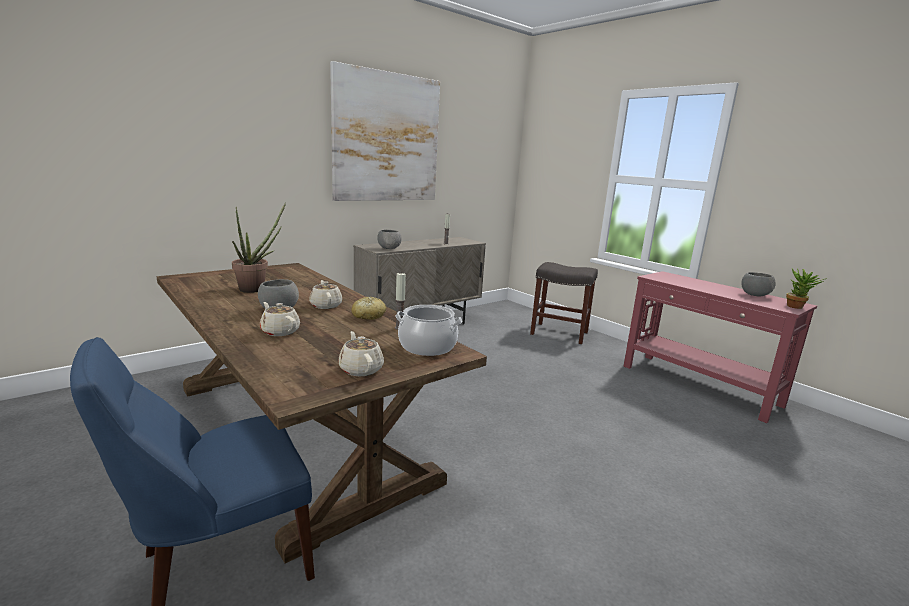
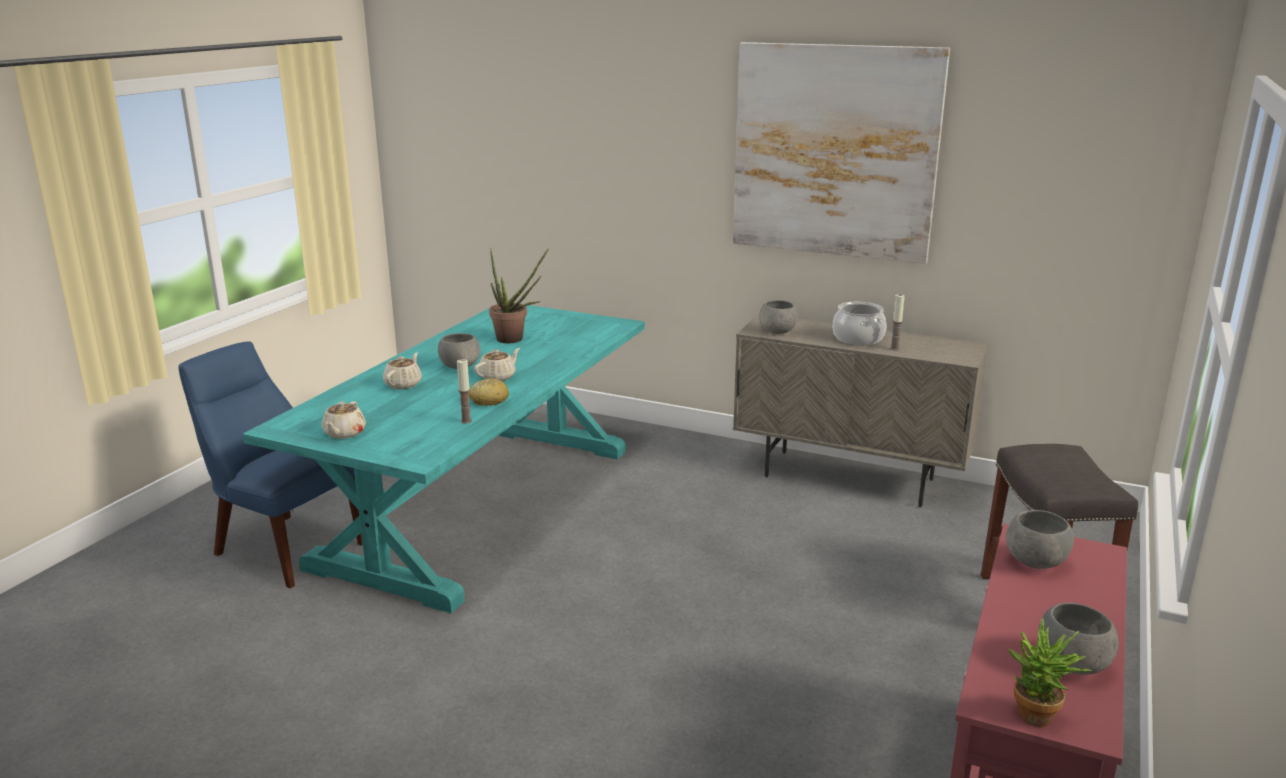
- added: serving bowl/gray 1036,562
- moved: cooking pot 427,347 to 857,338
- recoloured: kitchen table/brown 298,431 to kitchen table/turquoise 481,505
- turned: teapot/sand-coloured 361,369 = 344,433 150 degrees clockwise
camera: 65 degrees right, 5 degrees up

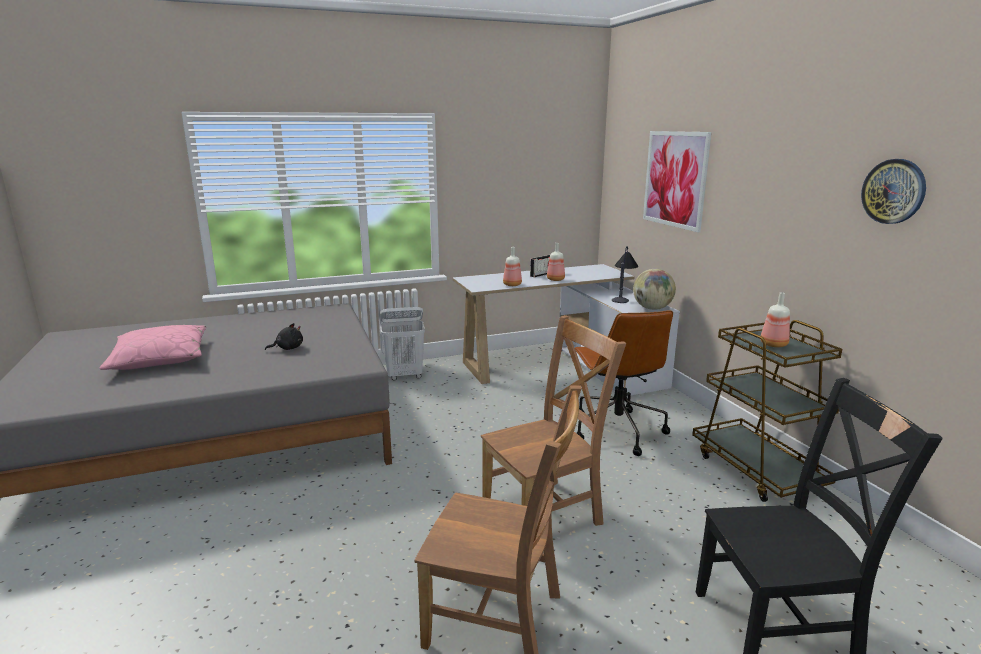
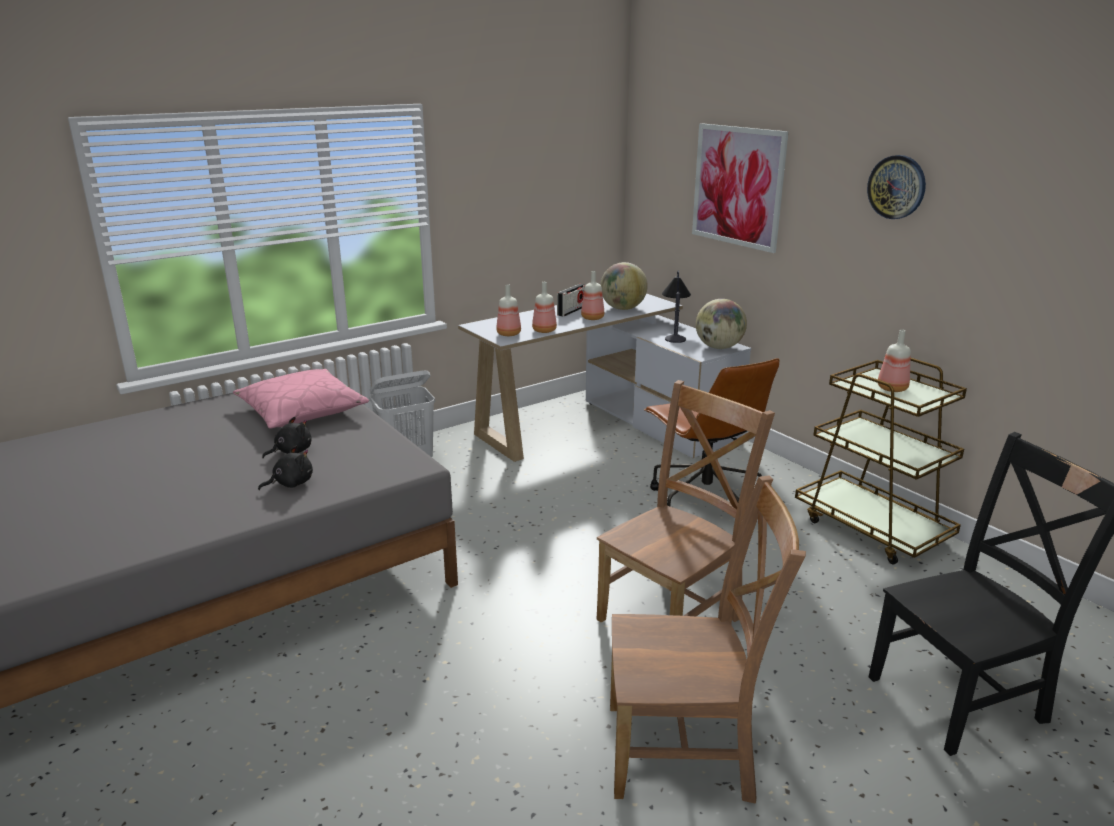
- added: soft toy/black 291,484
- added: beverage bottle 508,334
- added: world globe 622,308
- moved: cushion/pink 160,358 to 302,411
- moved: hanging clock 893,191 to 897,187
camera: 15 degrees left, 5 degrees up

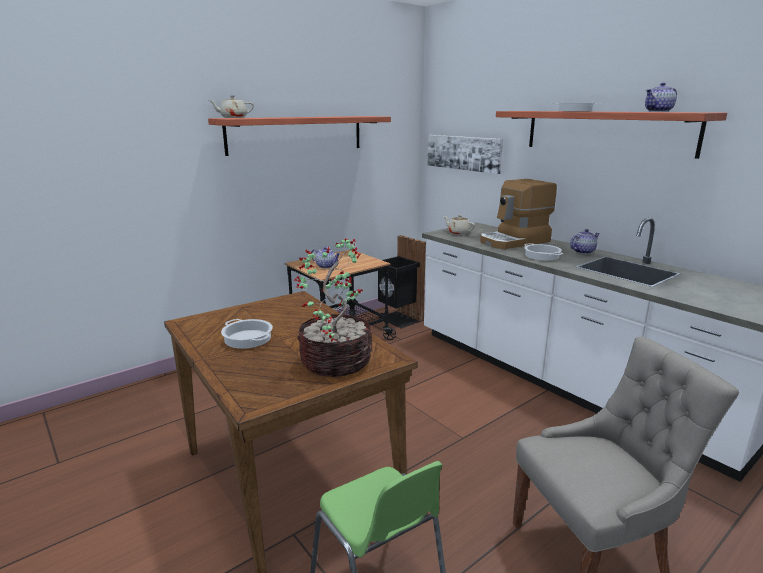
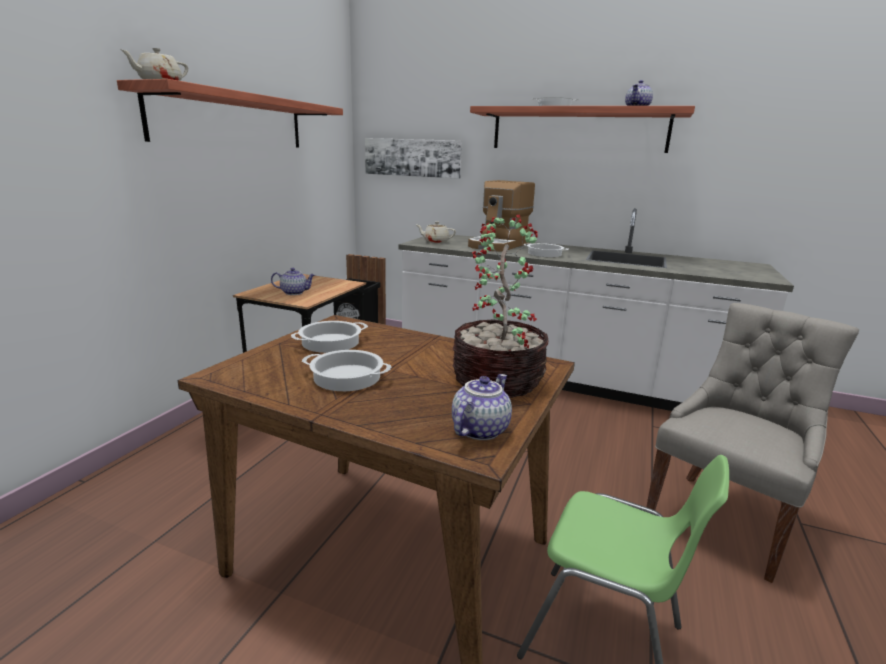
- added: cooking pot 330,343
- moved: teapot 582,251 to 479,429
camera: 30 degrees left, 0 degrees up

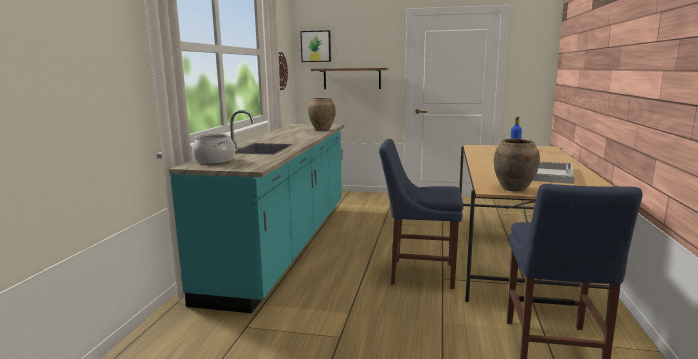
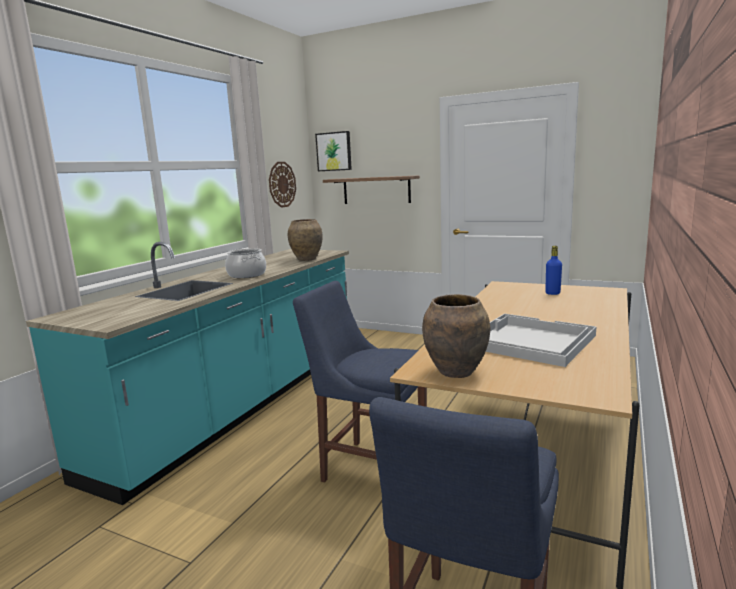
- moved: cooking pot 214,160 to 246,275
camera: 15 degrees right, 0 degrees up

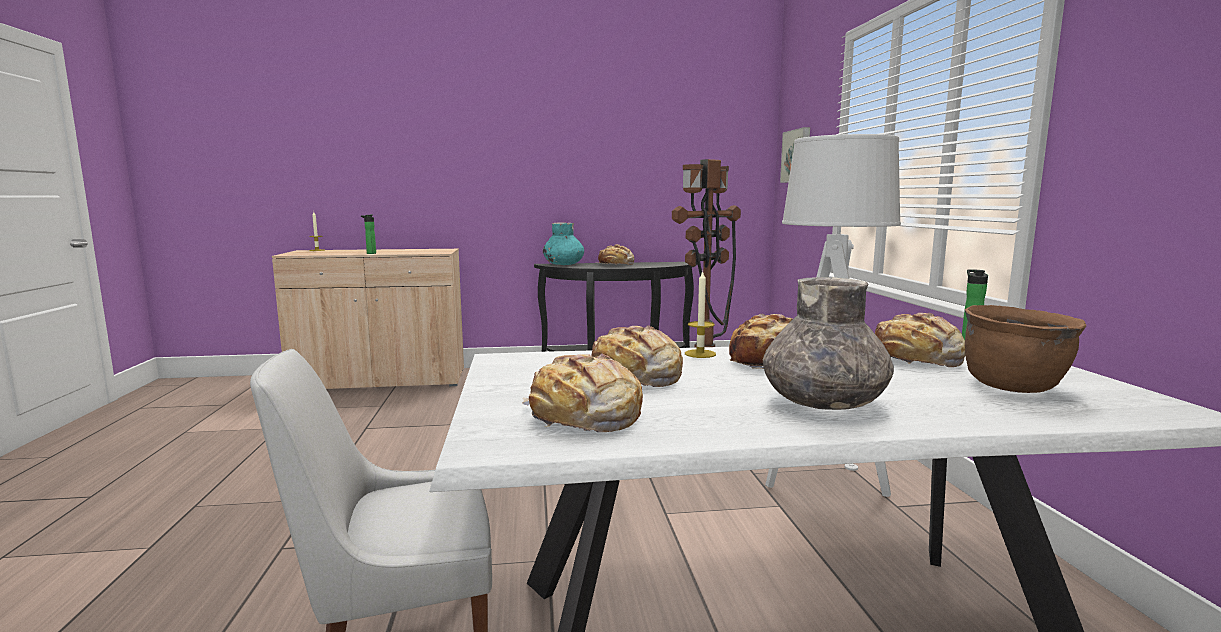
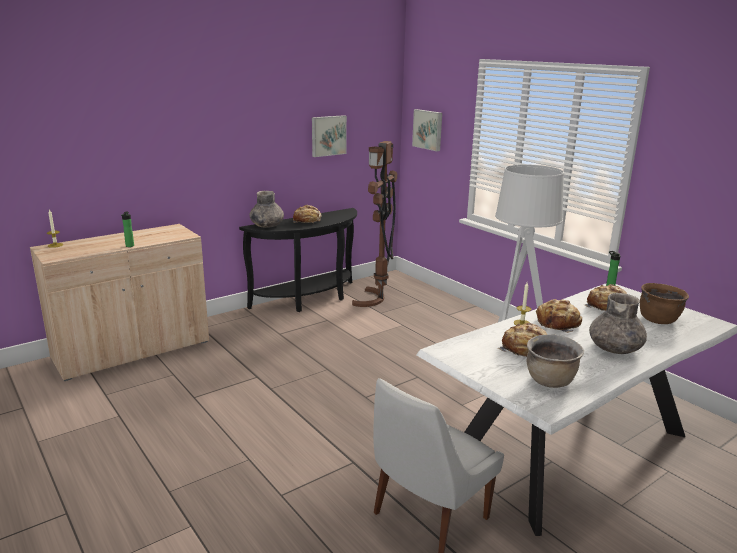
- added: picture 328,135
- replaced: bread 584,416 to cooking pot/brown 550,381
- recoloured: flower vase/turquoise 563,264 to flower vase/gray 267,225
camera: 30 degrees left, 10 degrees up

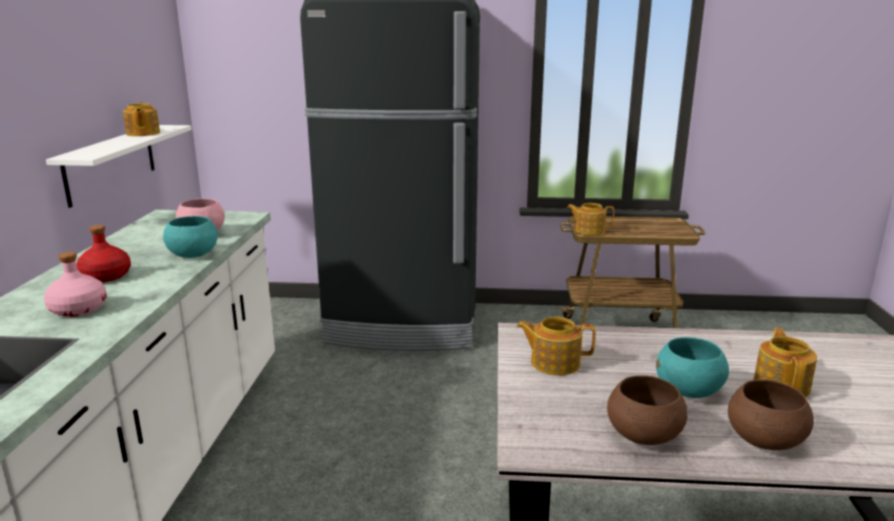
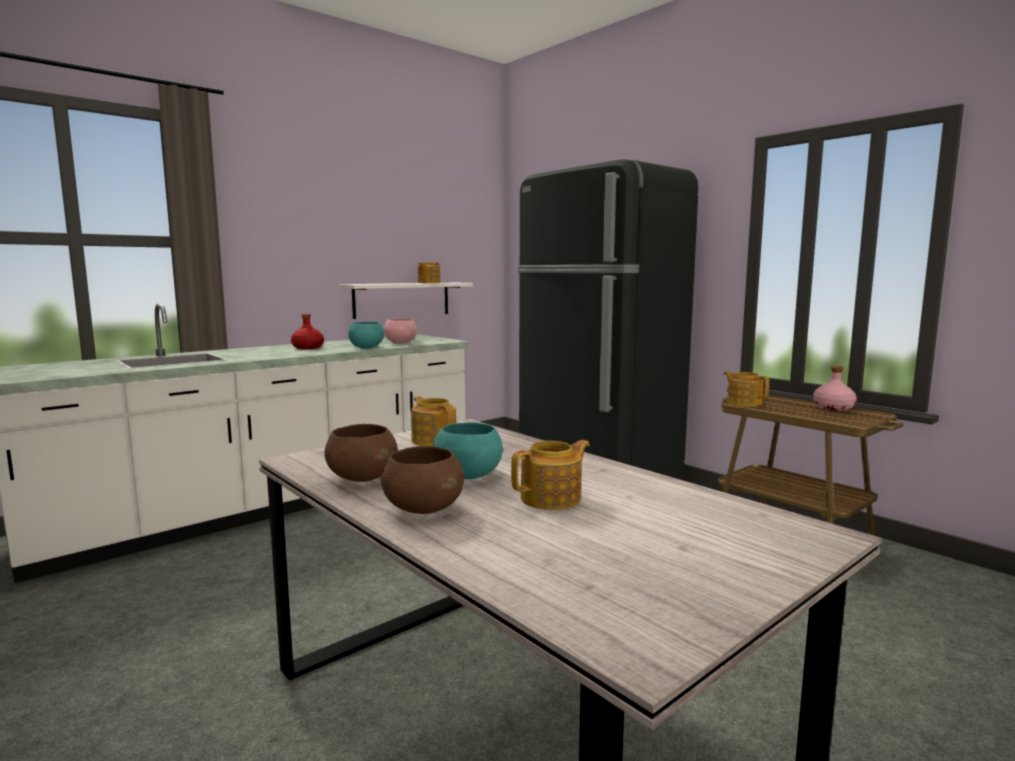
- moved: beverage bottle/pink 77,309 to 832,407
camera: 45 degrees right, 10 degrees down

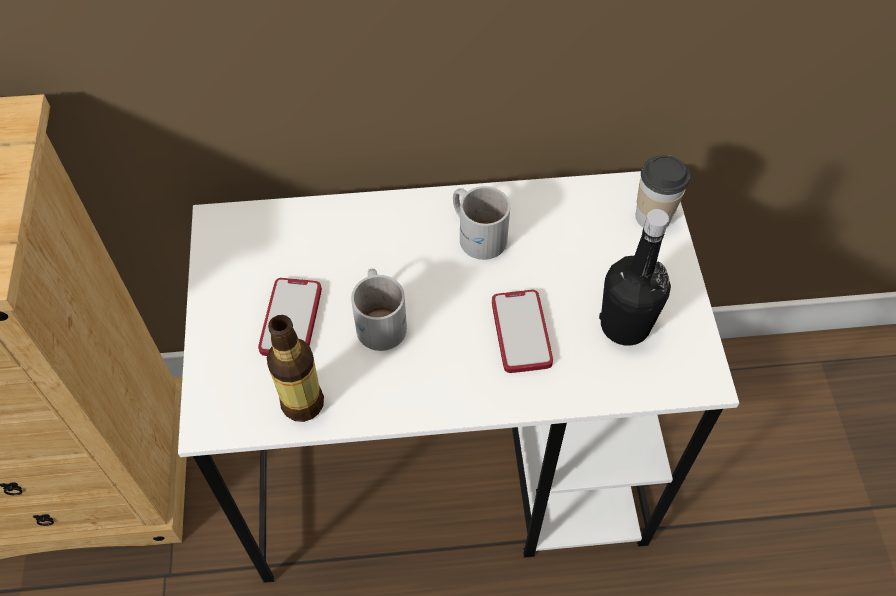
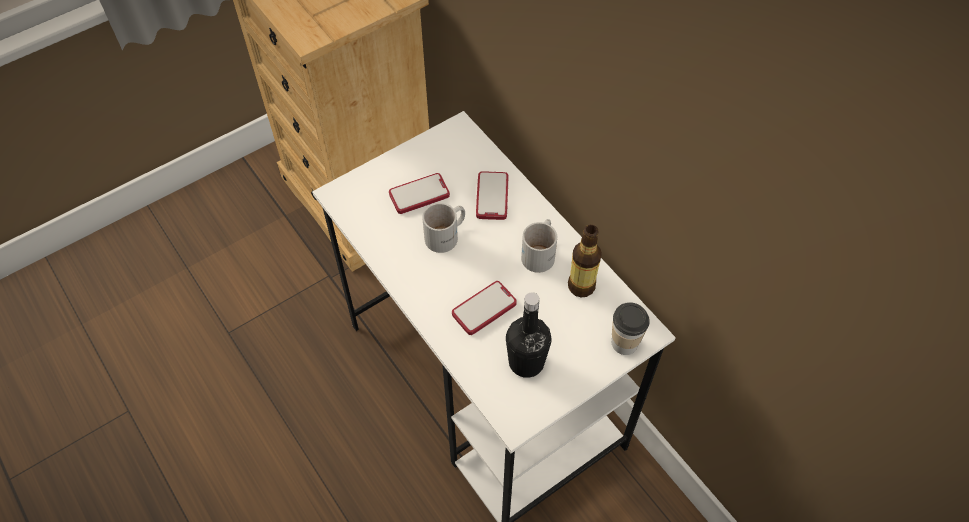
- added: telephone 492,196
- moved: beverage bottle 302,403 to 581,286
camera: 60 degrees right, 0 degrees up

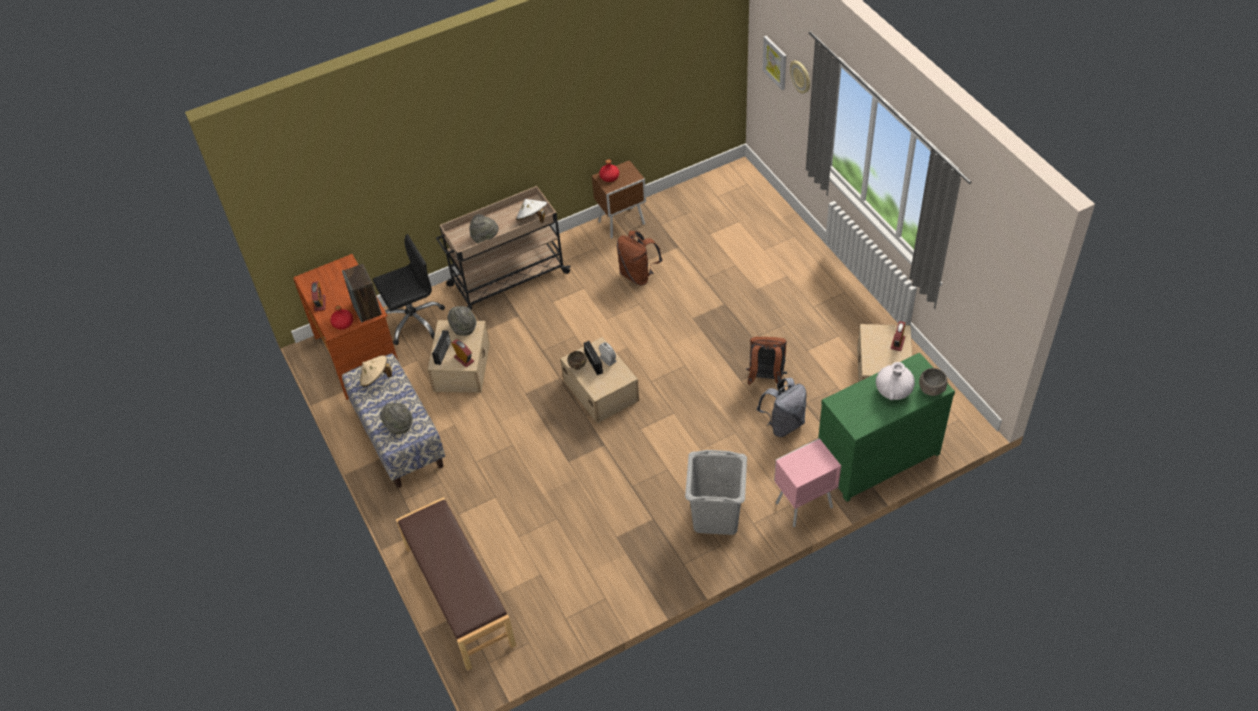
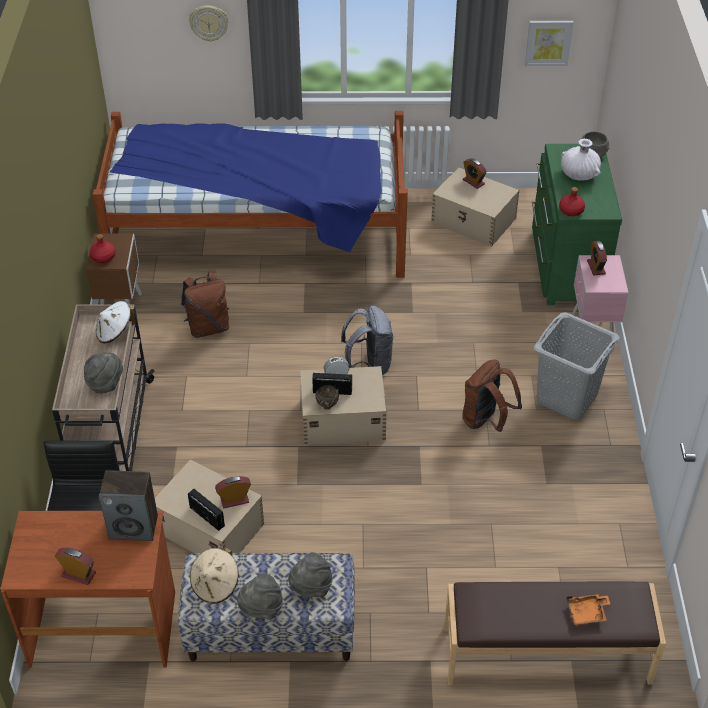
- added: bedroom bed 260,235
- added: tray/orange-coloured 587,613
- added: alarm clock 596,267
- moved: beverage bottle/reddish 343,323 to 571,210
- moved: clothing hat/gray 463,328 to 261,609
- moved: knapsack/brown 765,378 to 486,421
- moved: knapsack/gray 783,424 to 369,364
- moved: picture 775,62 to 548,42
camera: 65 degrees left, 5 degrees down

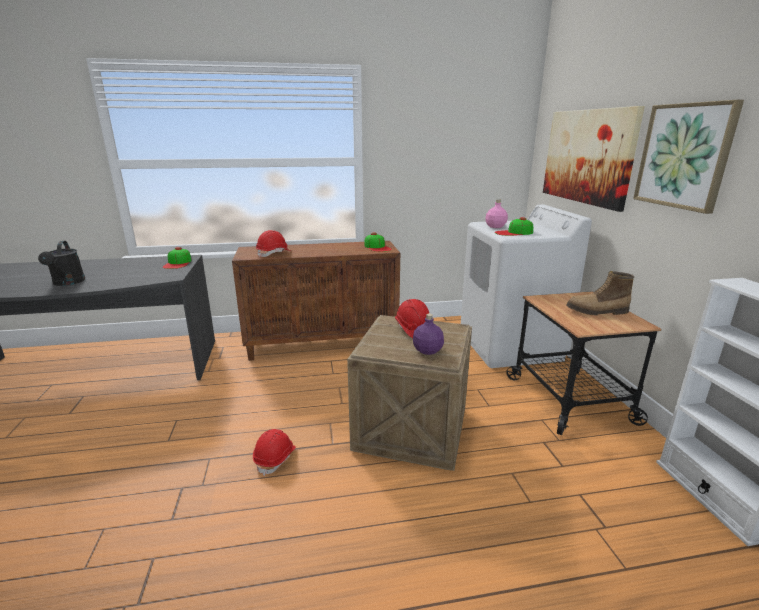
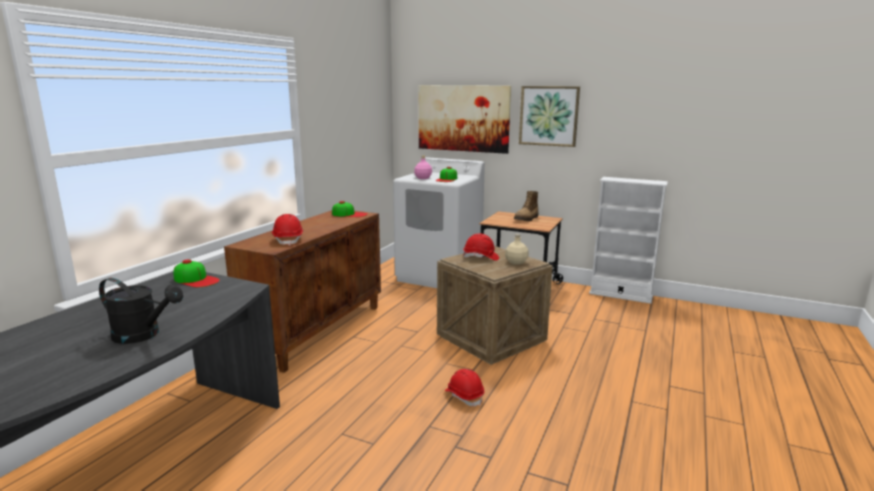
- recoloured: beverage bottle/purple 428,350 to beverage bottle/sand-coloured 516,262
camera: 55 degrees left, 5 degrees down

